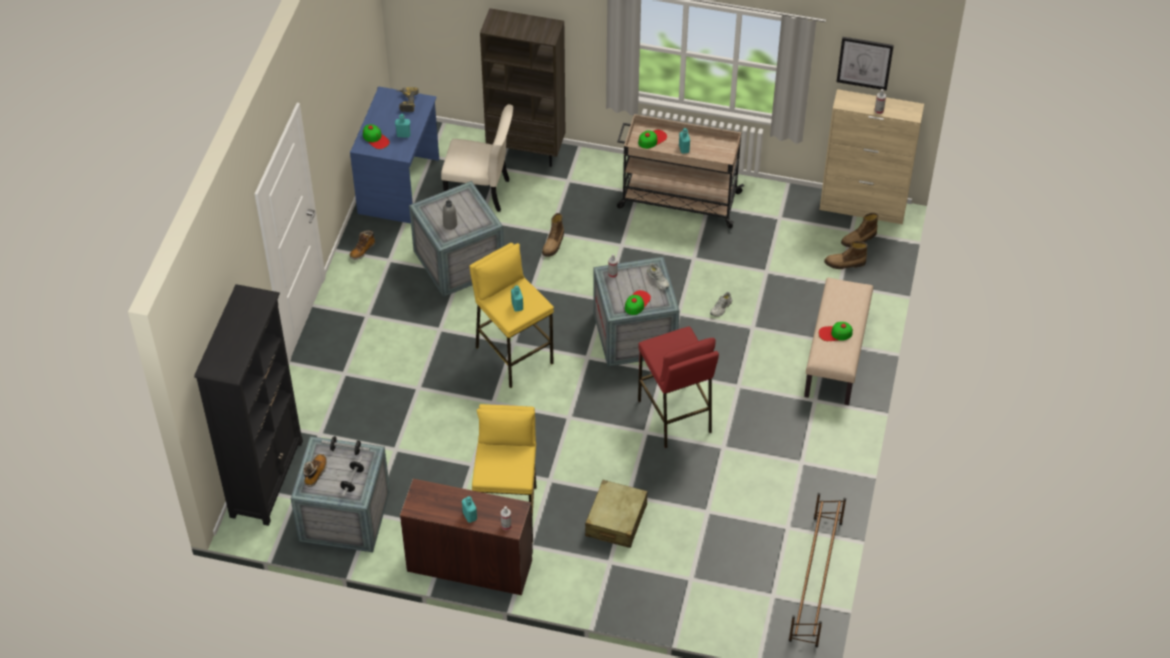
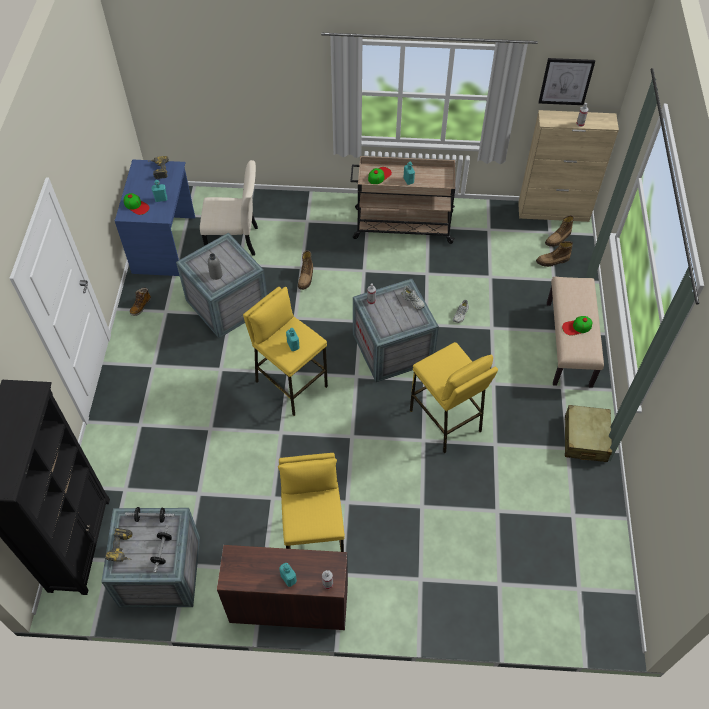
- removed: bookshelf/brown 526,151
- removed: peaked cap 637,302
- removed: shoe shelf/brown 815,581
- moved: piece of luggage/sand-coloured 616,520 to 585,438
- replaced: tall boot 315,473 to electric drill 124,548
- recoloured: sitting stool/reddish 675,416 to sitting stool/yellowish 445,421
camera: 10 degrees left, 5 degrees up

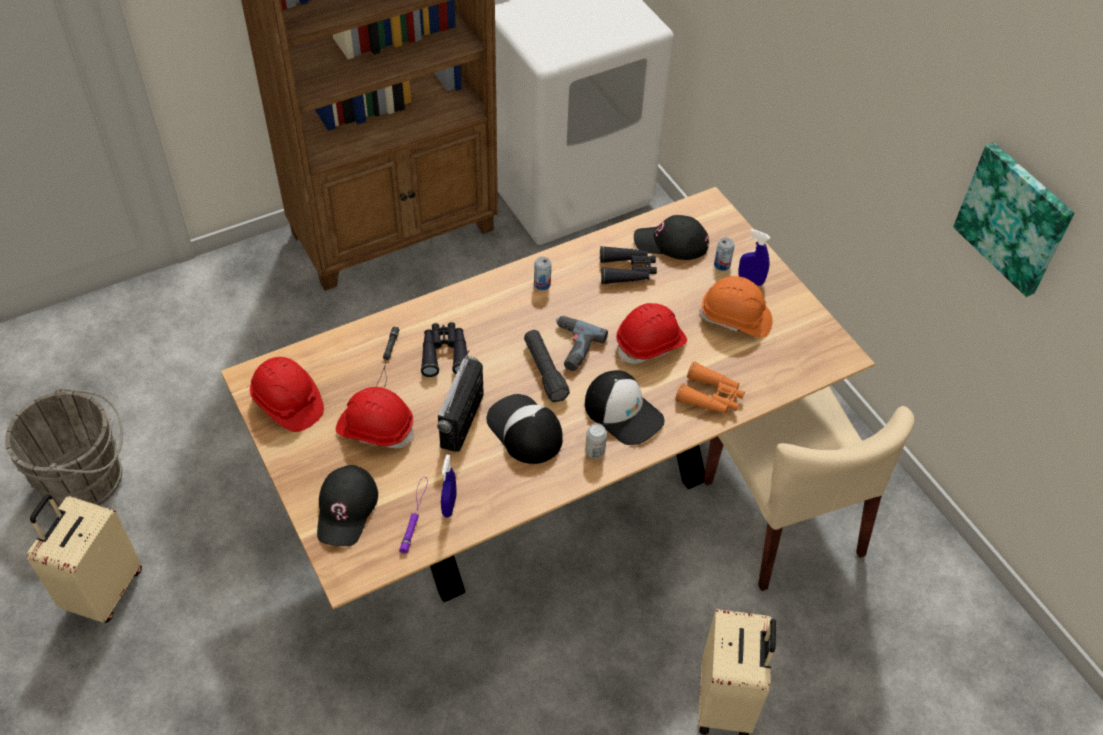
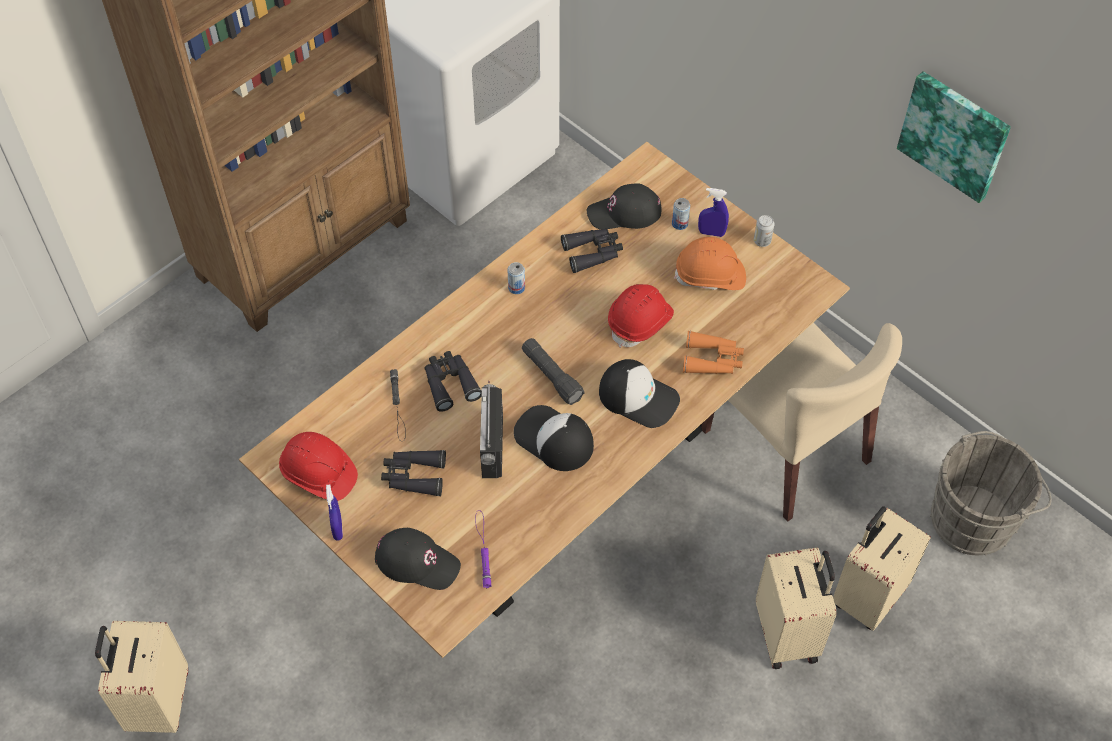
- removed: electric drill 572,347
- added: piece of luggage/sand-coloured 867,596
- moved: water bucket/gray 88,479 to 976,518
- moved: spray bottle/blue-coloured 449,506 to 337,528
- moved: can 595,451 to 762,241
- replaced: safety helmet/reddish 375,428 to binoculars/black 413,476
- turned: peaked cap/black 346,509 = 417,561 60 degrees counterclockwise
camera: 15 degrees left, 5 degrees up

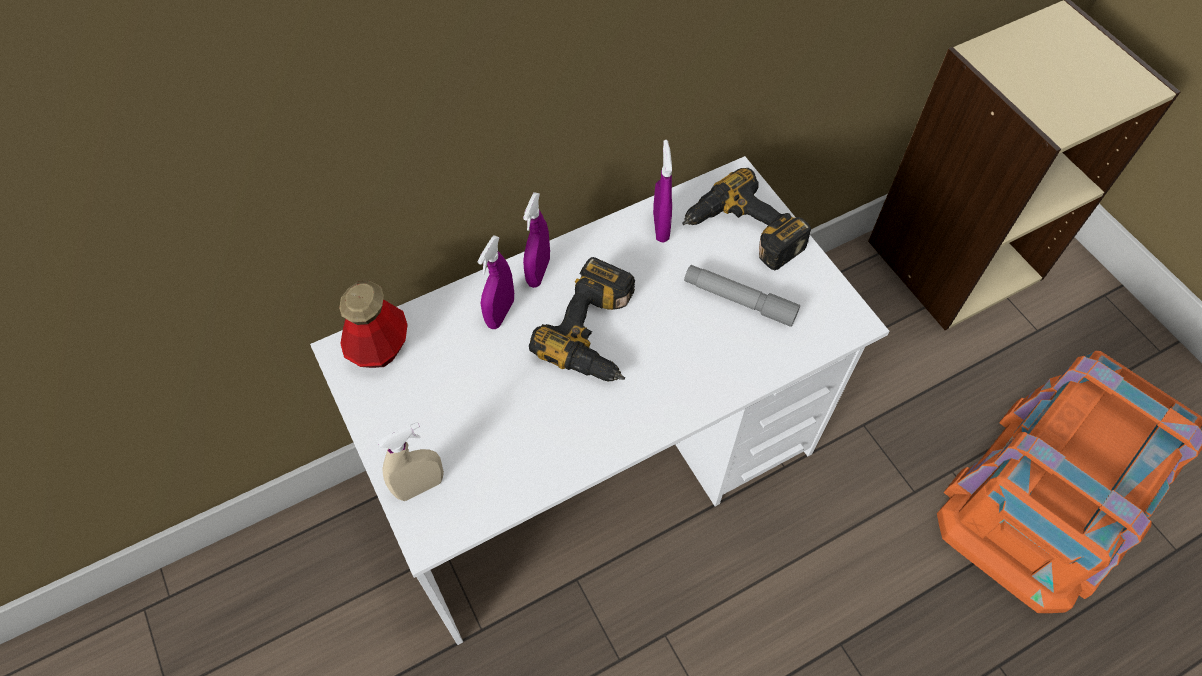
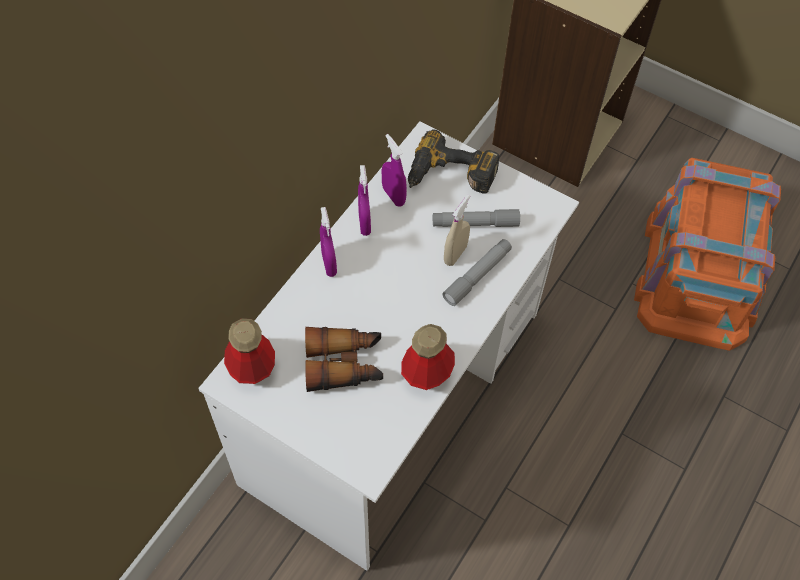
- removed: electric drill 598,333
- added: binoculars 344,364
- added: beverage bottle 427,373
- added: flashlight/gray 477,275
- moved: spray bottle/sand-coloured 420,486 to 455,254
- moved: spray bottle/purple 500,313 to 364,223
camera: 30 degrees left, 0 degrees up

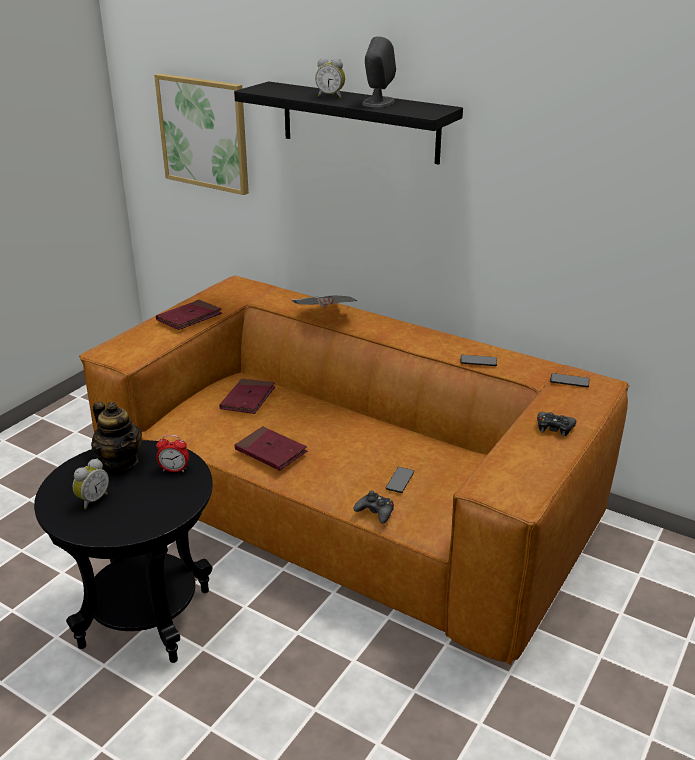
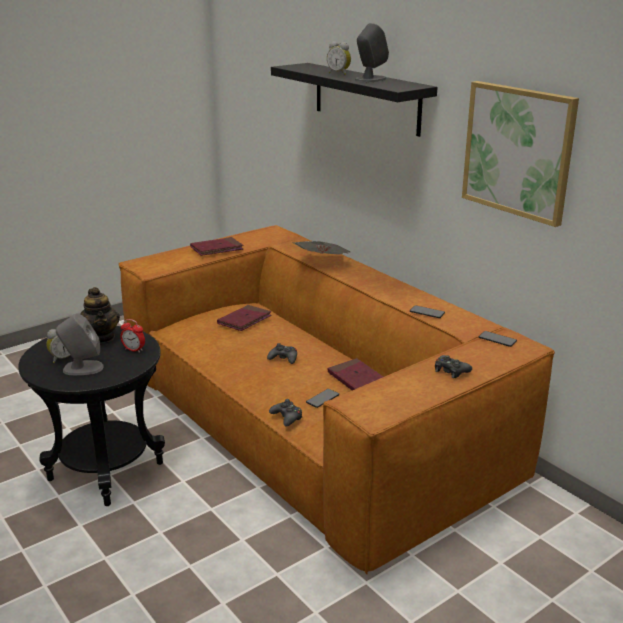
- added: loudspeaker/gray 82,368
- added: joypad/black 283,358
- moved: picture 204,133 to 518,151
- moved: bound book/reddish 271,451 to 357,379
camera: 20 degrees right, 5 degrees down

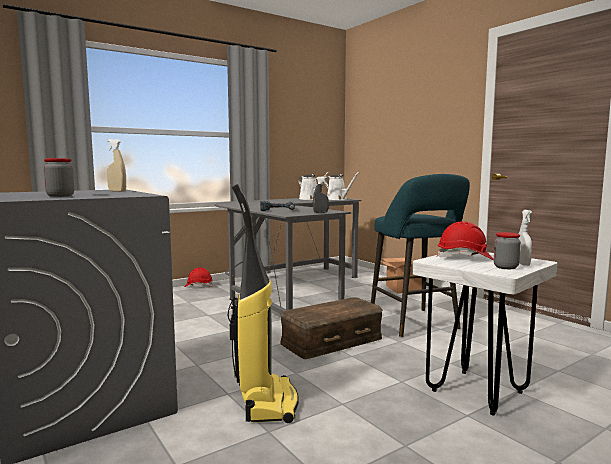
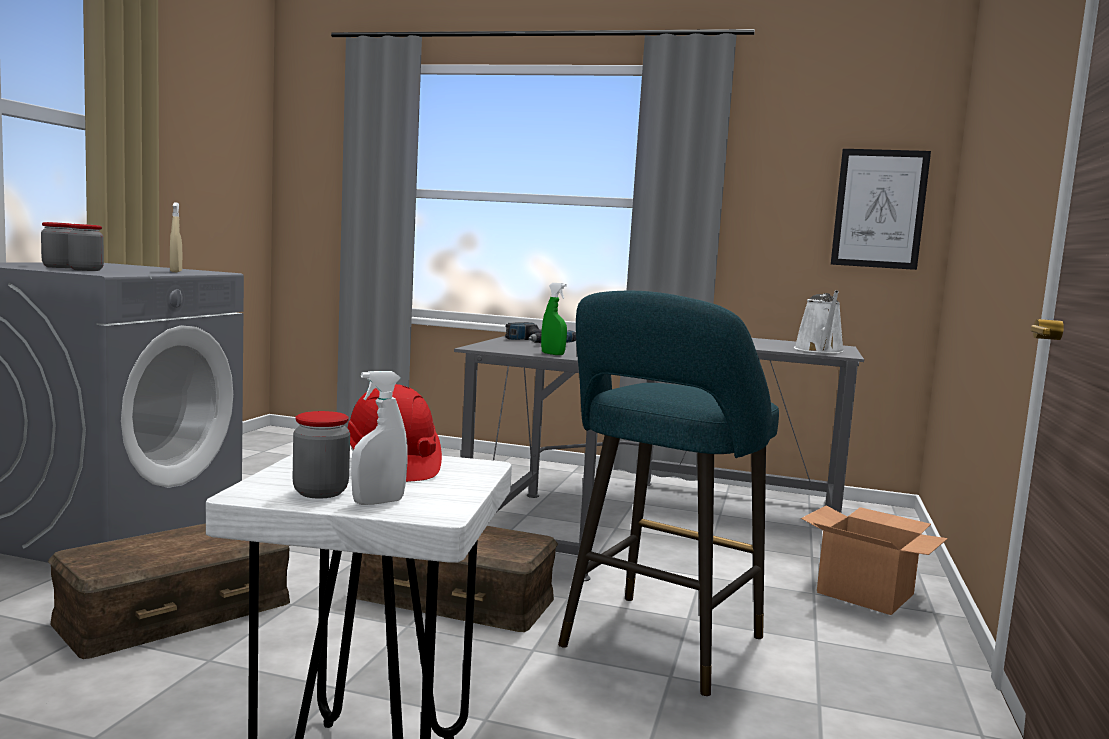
- removed: safety helmet/reddish 198,286
- removed: watering pot/white 310,199
- added: storage jar 86,270
- added: picture 879,209
- replaced: vacuum 267,402 to storage container/brown 175,611
- recoloured: spray bottle/gray 320,212 to spray bottle/green 552,354
camera: 50 degrees right, 0 degrees up

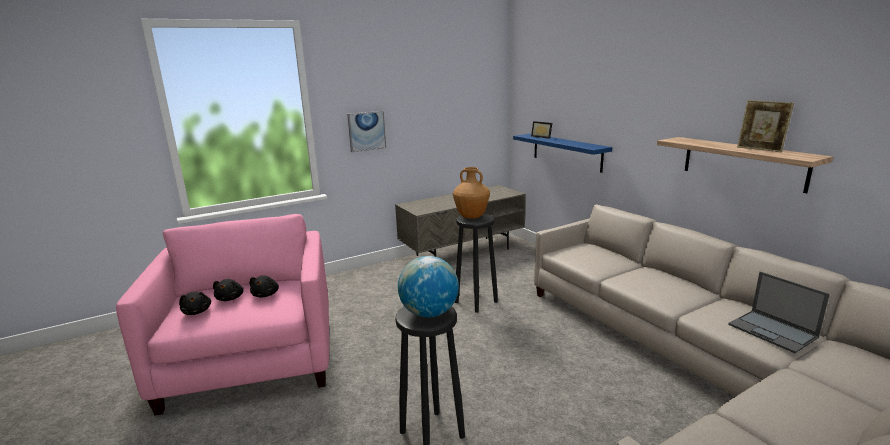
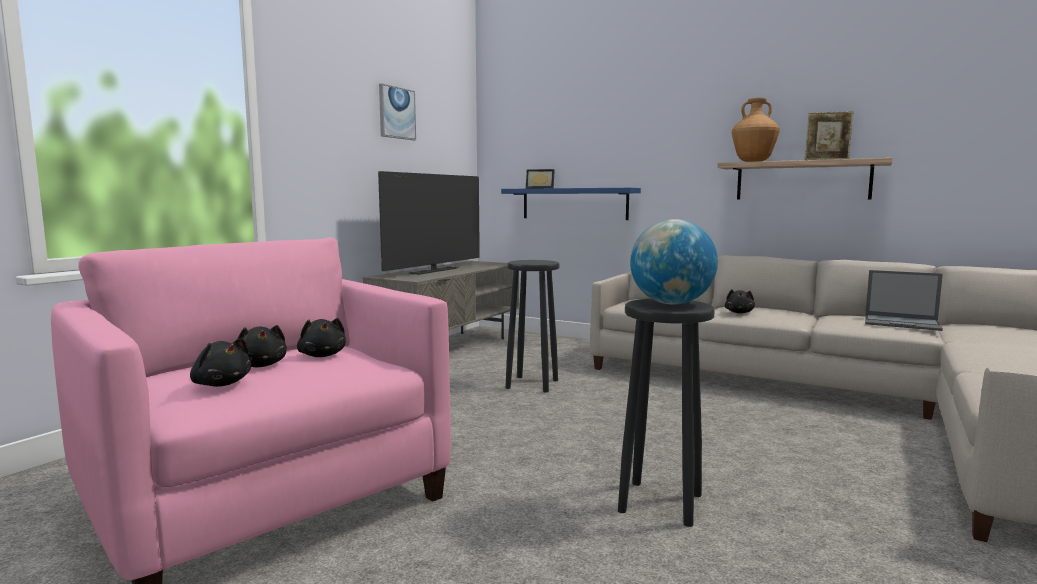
- added: television 434,271
- added: soft toy/black 739,312
- moved: picture 366,131 to 396,113
- moved: flower vase/brown 472,217 to 753,162
camera: 30 degrees left, 10 degrees down

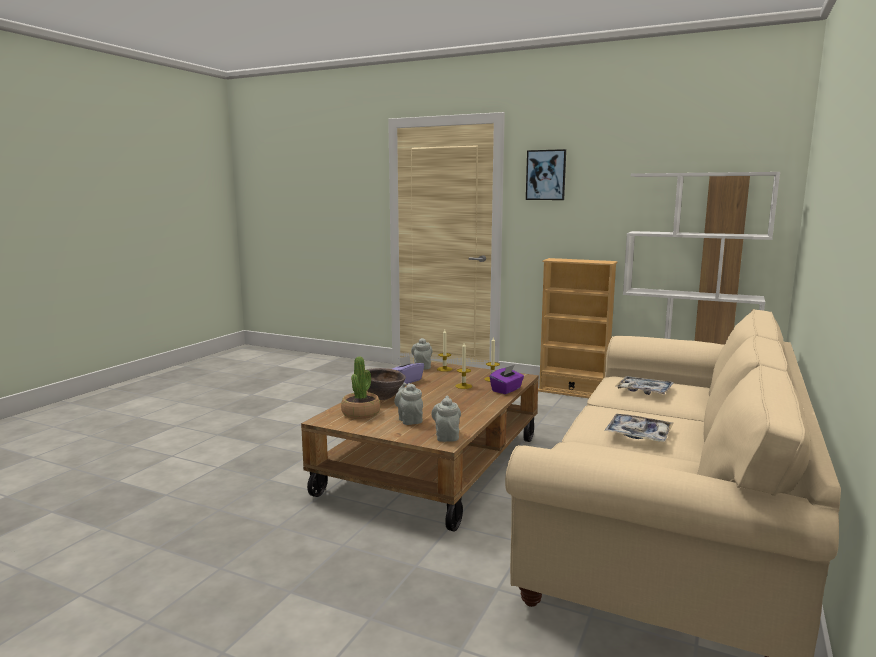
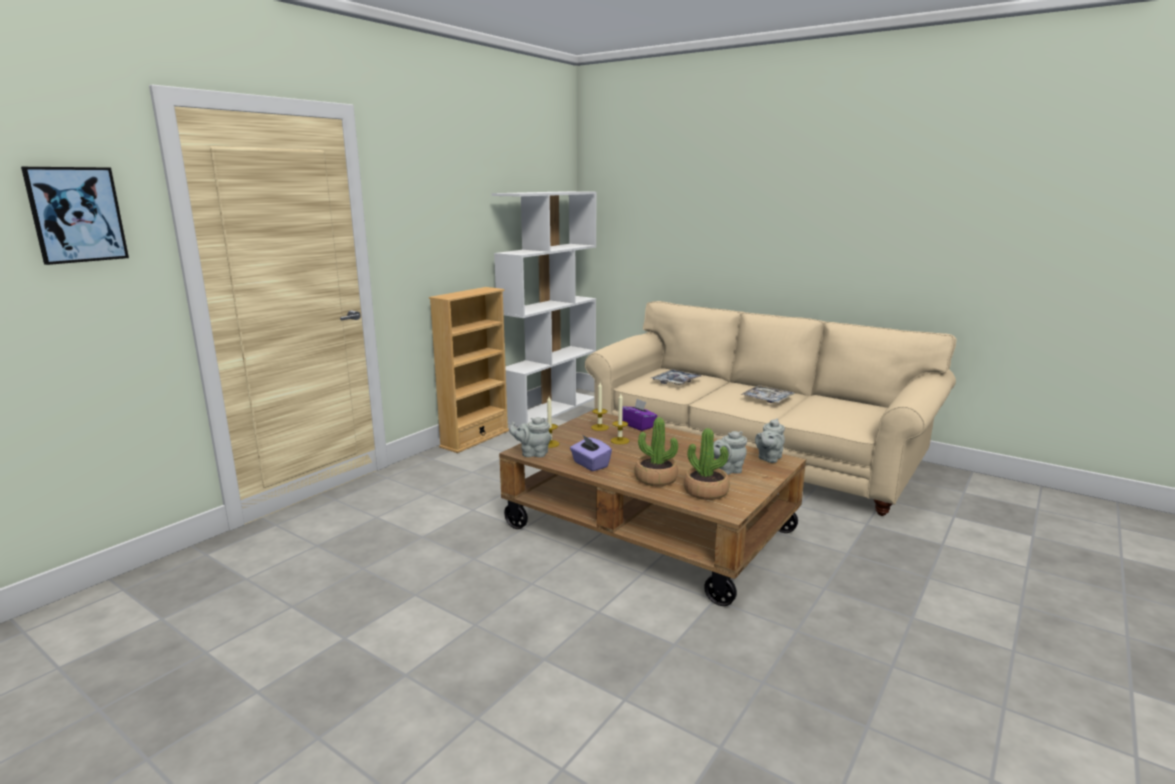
- moved: picture 546,175 to 76,214
- replaced: serving bowl/brown 383,399 to potted plant 655,479
- turned: teapot/gray 446,436 = 769,458 60 degrees counterclockwise
camera: 80 degrees left, 5 degrees up

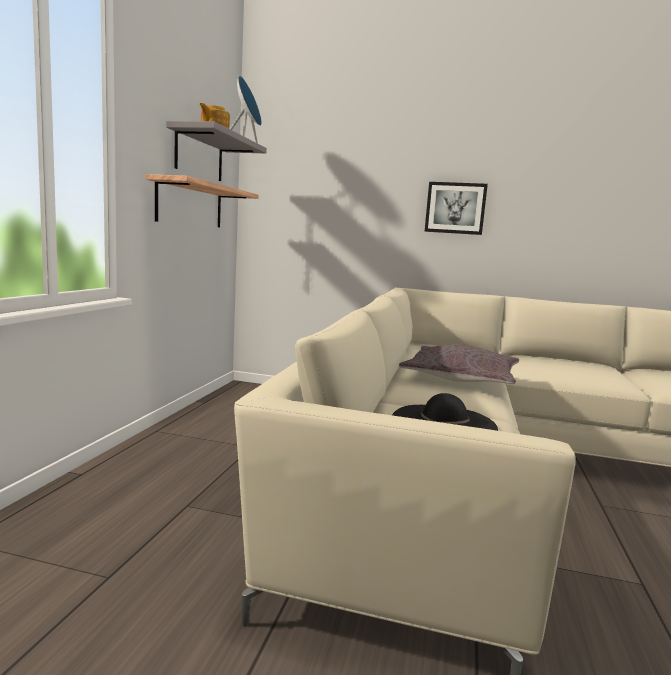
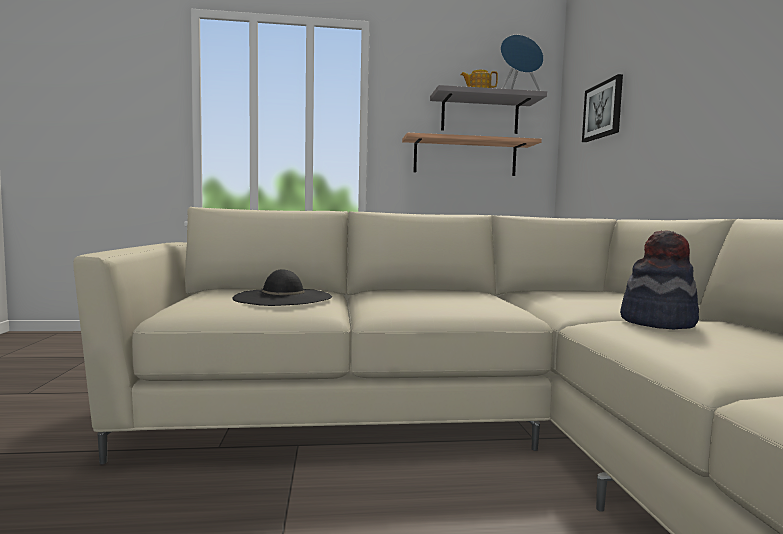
- removed: cushion/gray 460,378
- added: clothing hat 657,322
- moved: picture 455,208 to 603,110
camera: 70 degrees right, 5 degrees down

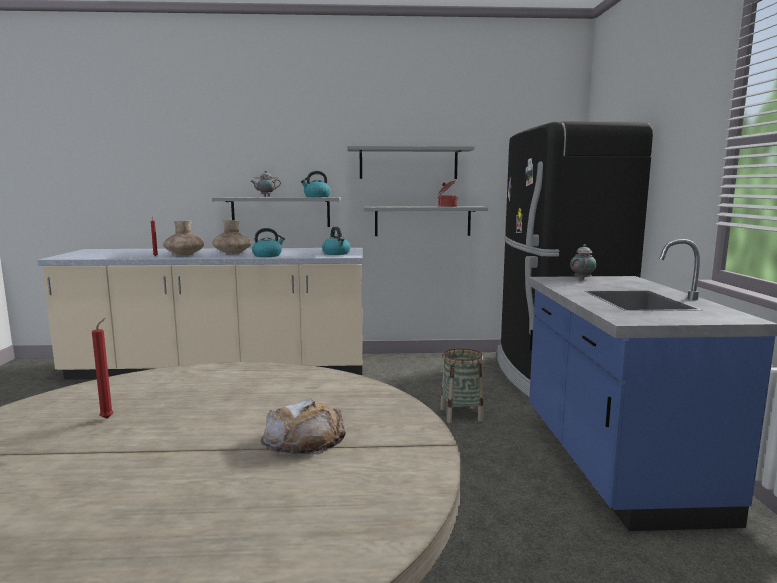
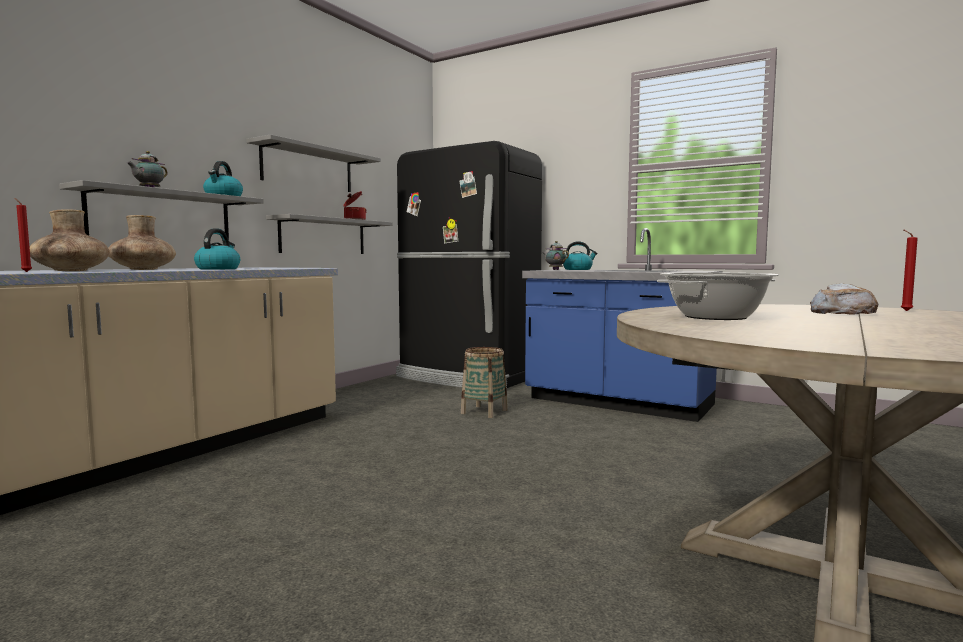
- added: cooking pot 715,317
- moved: wax light/reddish 109,418 to 904,311
- moved: tea kettle 336,253 to 578,269
camera: 55 degrees left, 5 degrees down

